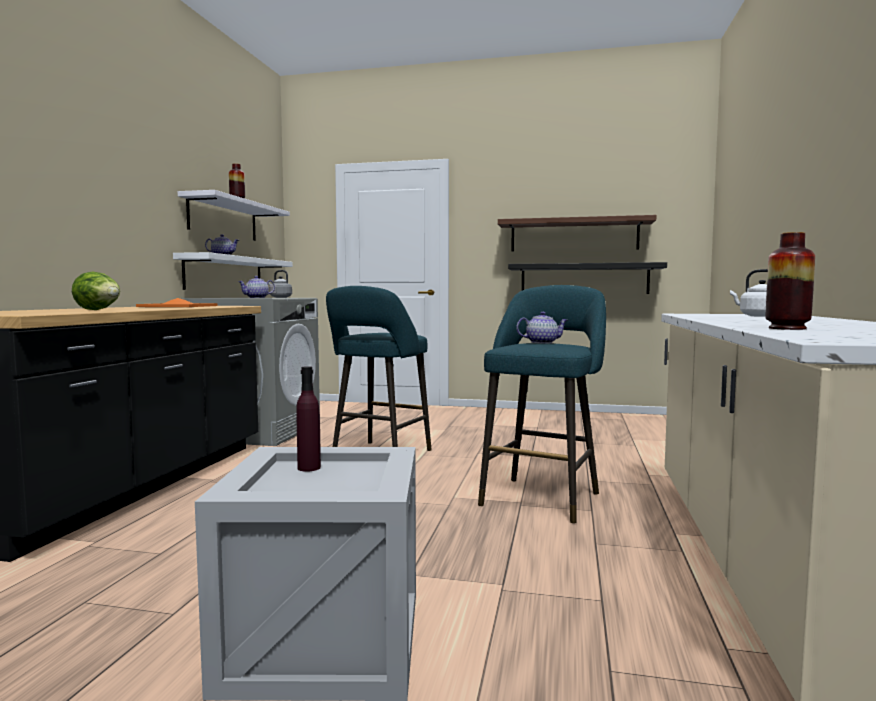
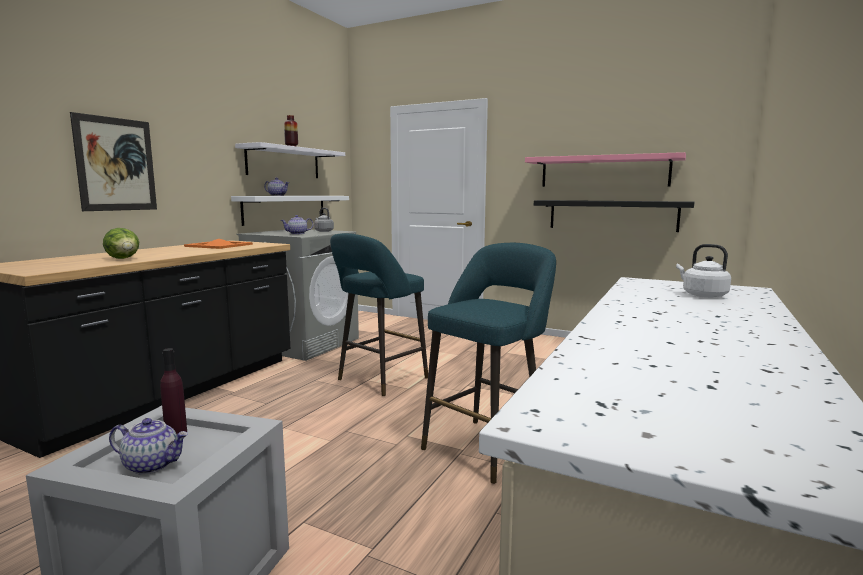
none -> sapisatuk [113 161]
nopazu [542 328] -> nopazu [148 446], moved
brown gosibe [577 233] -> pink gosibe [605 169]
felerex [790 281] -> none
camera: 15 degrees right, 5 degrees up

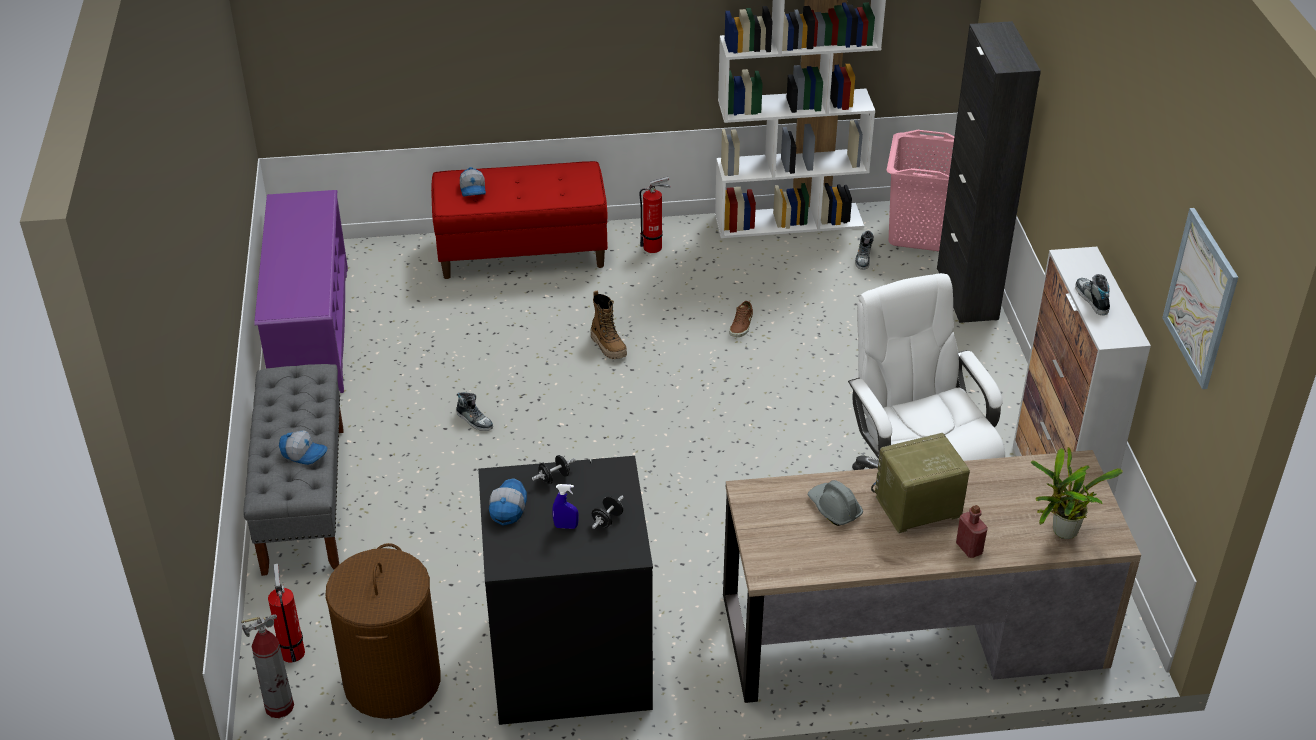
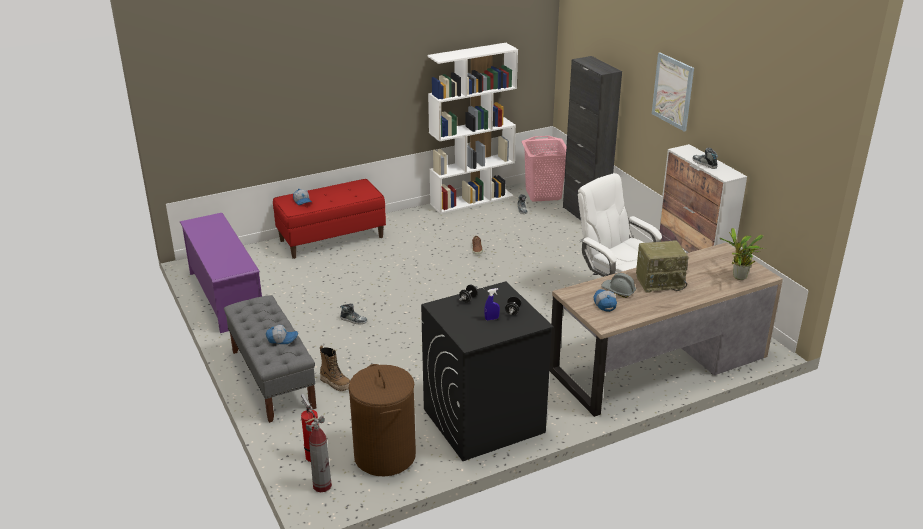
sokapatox [608 324] -> sokapatox [335 368], moved
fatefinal [508 502] -> fatefinal [605 300], moved
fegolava [920 483] -> fegolava [662 266], 150 degrees counterclockwise
sapisatuk [1200 298] -> sapisatuk [673 92], moved
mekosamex [655 215] -> none
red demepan [972 531] -> none
camera: 20 degrees left, 10 degrees down

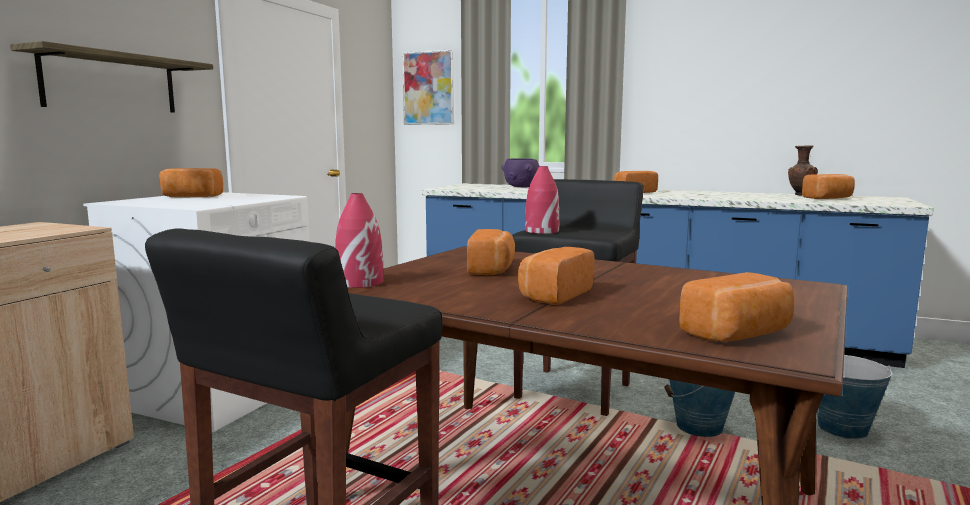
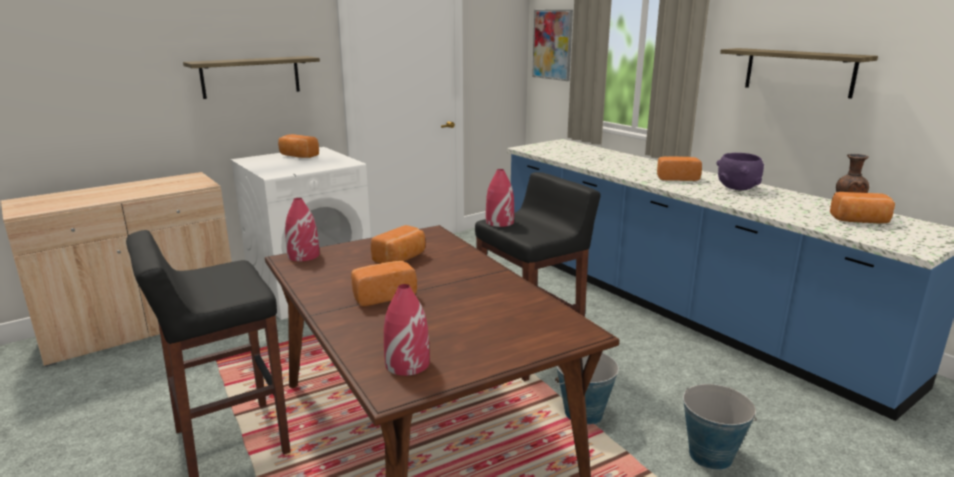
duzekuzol [737 307] -> red felerex [407 330]
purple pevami [520 172] -> purple pevami [740 172], moved
none -> gosibe [799 73]
camera: 30 degrees right, 10 degrees up

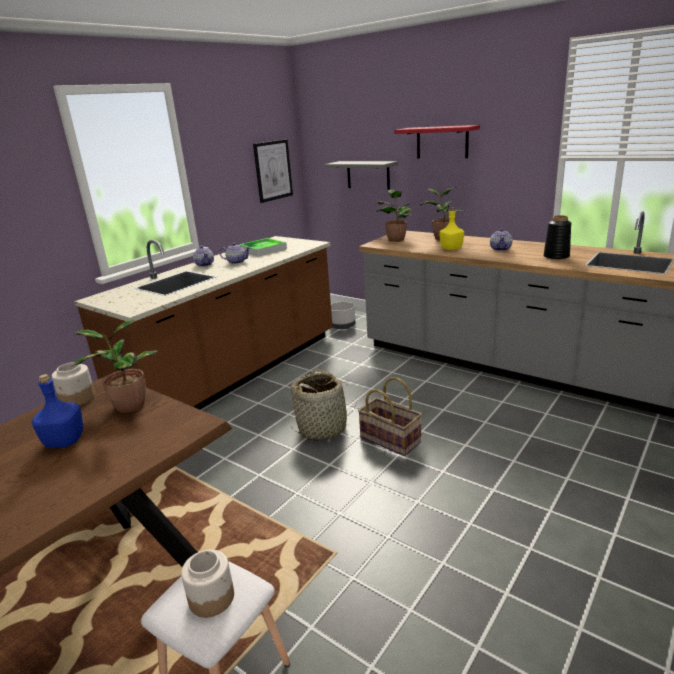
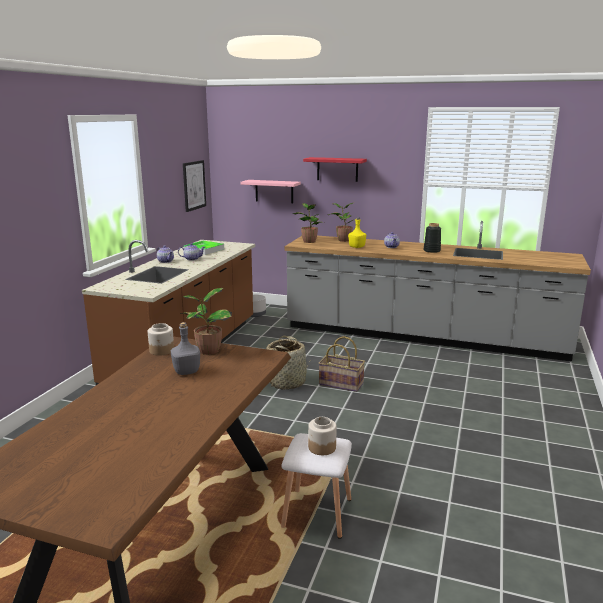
blue demepan [57 411] -> grey demepan [185 348]
grey gosibe [361 175] -> pink gosibe [270 191]
camera: 20 degrees left, 5 degrees down

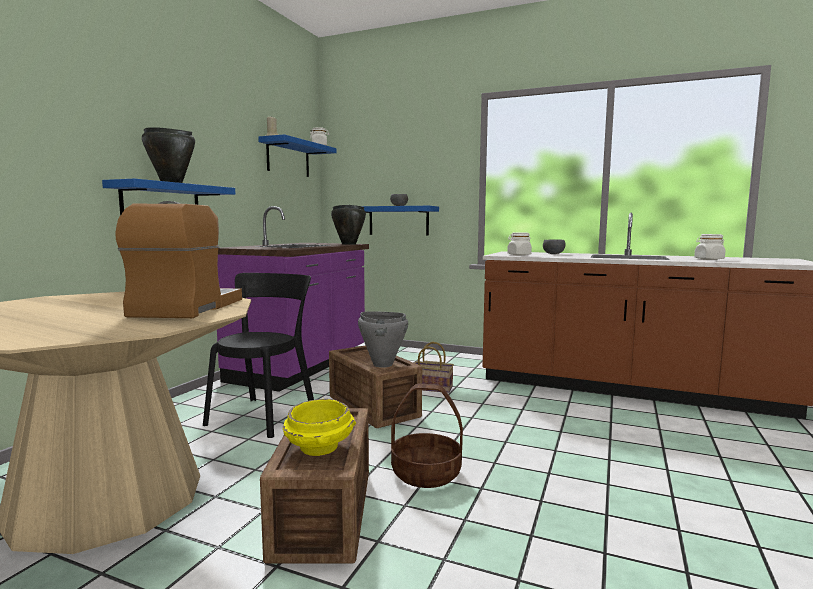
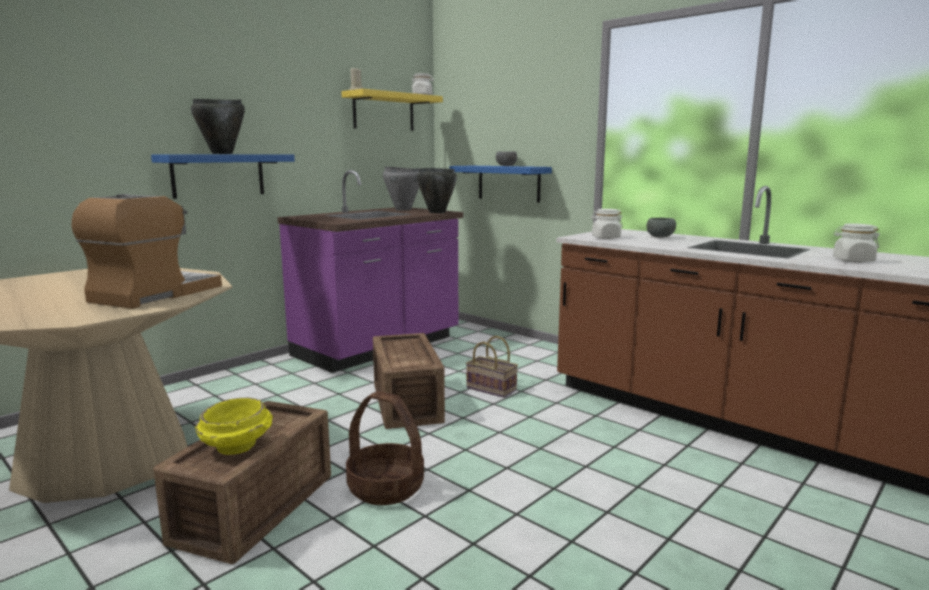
blue gosibe [297 155] -> yellow gosibe [392 110]
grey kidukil [383 339] -> grey kidukil [402 188], moved
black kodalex [258 355] -> none
camera: 20 degrees right, 5 degrees up

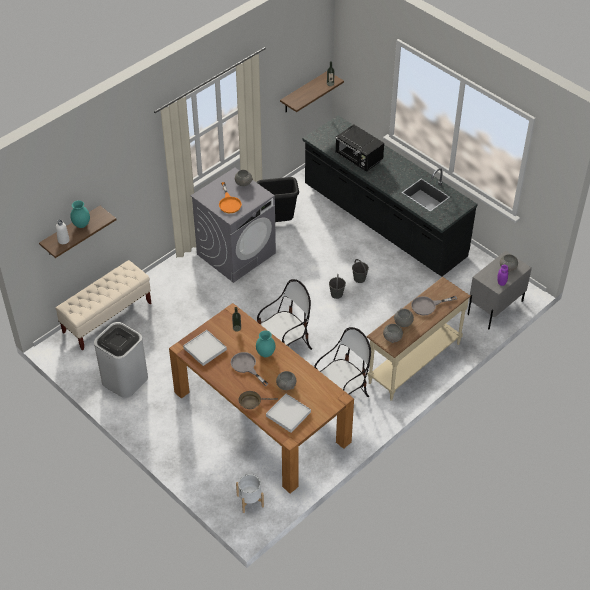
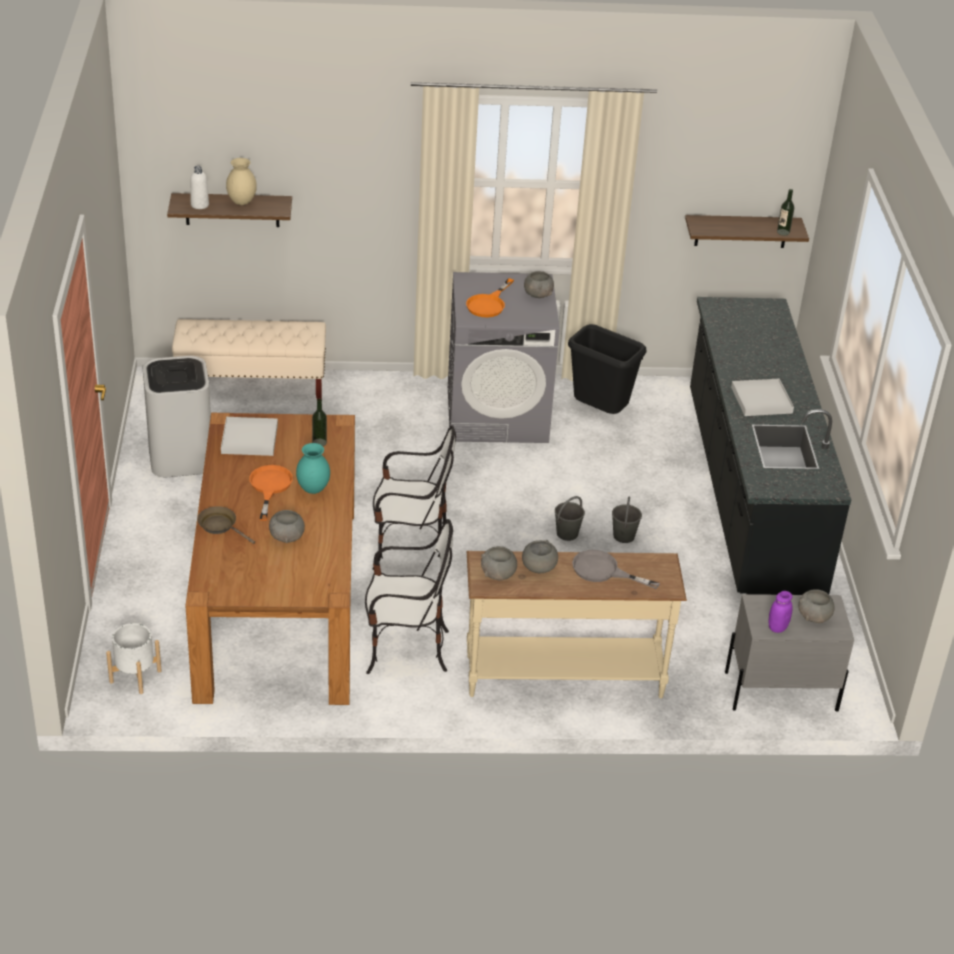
turquoise felerex [80 214] -> beige felerex [241 181]
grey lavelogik [250 369] -> orange lavelogik [271 493]
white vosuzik [288 413] -> white vosuzik [762 397], moved
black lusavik [359 148] -> none
camera: 40 degrees right, 10 degrees down

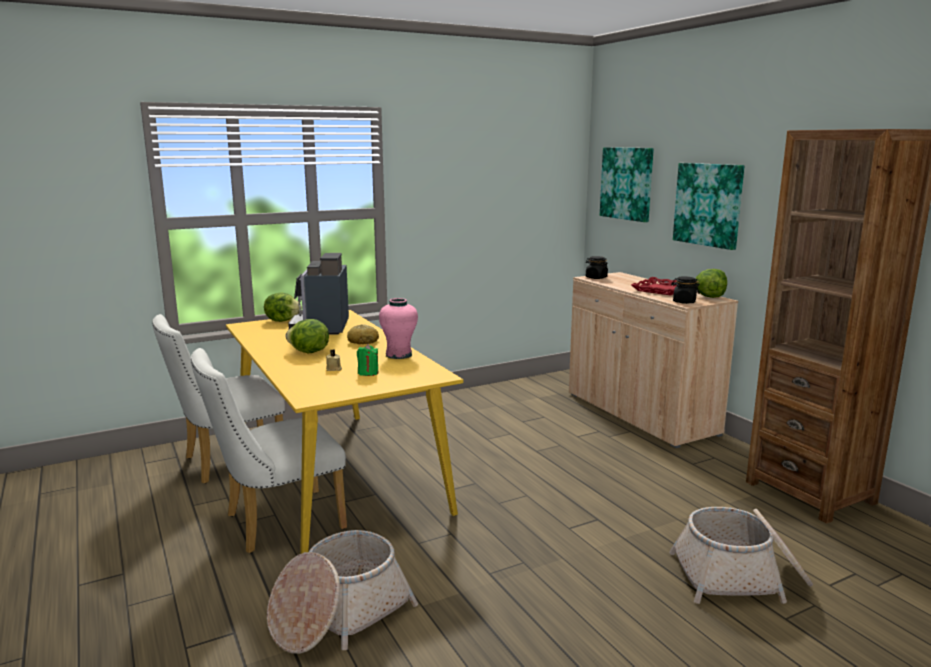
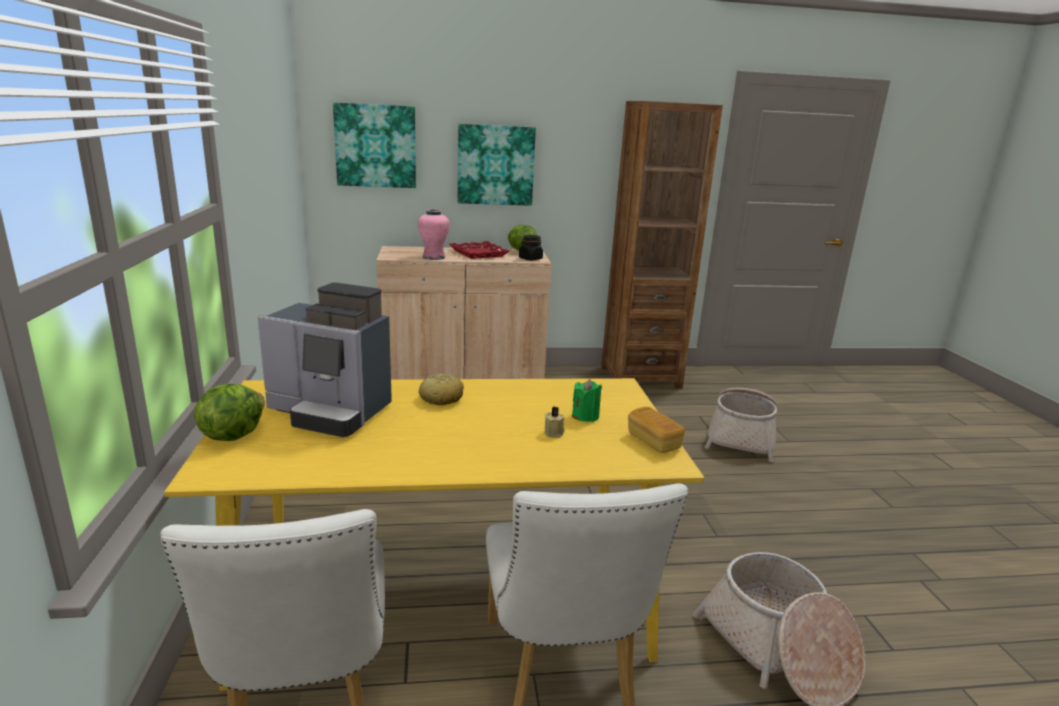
pink felerex [398 328] -> pink felerex [434 234], moved
none -> duzekuzol [656 430]
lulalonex [307 336] -> none
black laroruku [597 267] -> none
camera: 70 degrees left, 5 degrees up

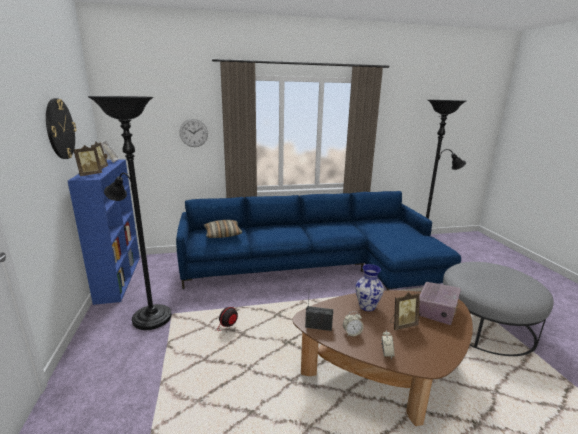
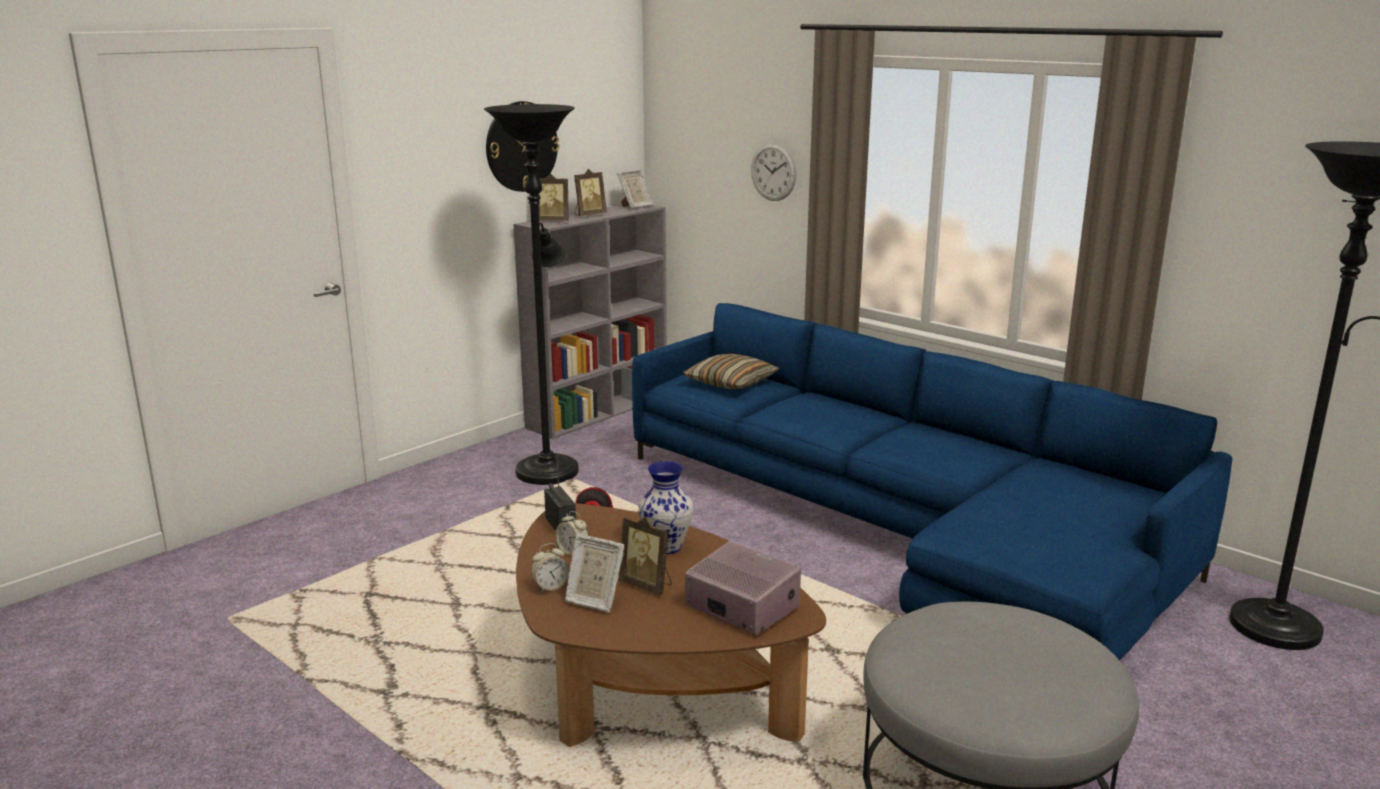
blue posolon [104 232] -> grey posolon [590 322]
none -> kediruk [595 573]
fegolava [440 303] -> fegolava [743 587], 135 degrees counterclockwise
camera: 55 degrees right, 0 degrees up

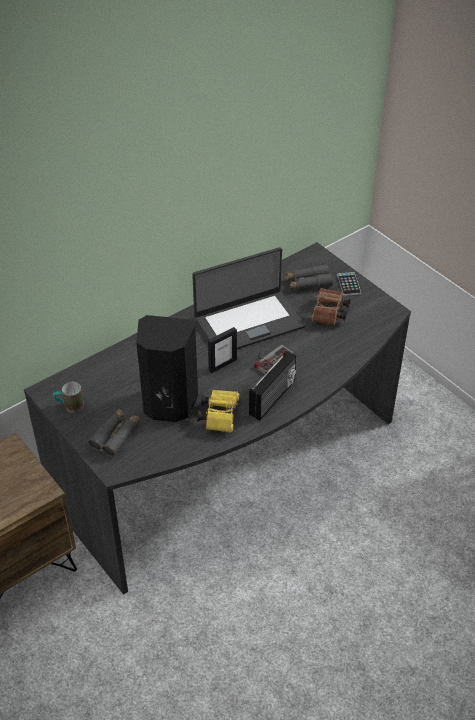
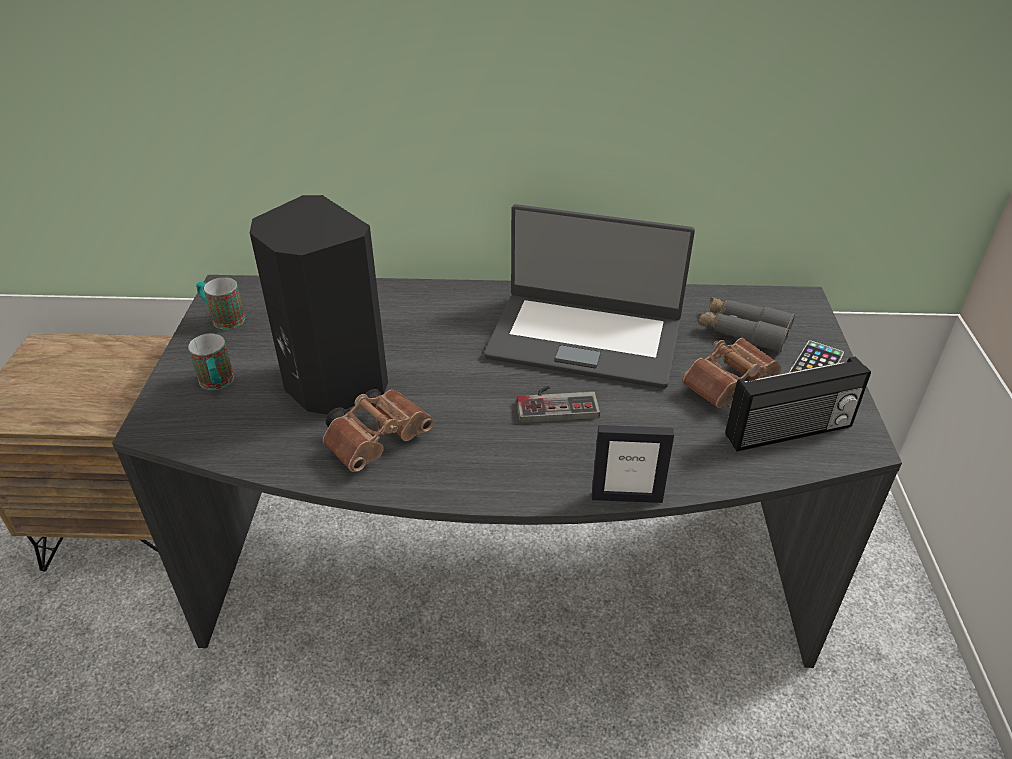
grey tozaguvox [114 432] -> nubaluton [211 362]
yellow tozaguvox [218 411] -> brown tozaguvox [378 430]
kediruk [222 350] -> kediruk [633 464], moved
fegolava [272 386] -> fegolava [798 404], moved
camera: 40 degrees right, 5 degrees down

